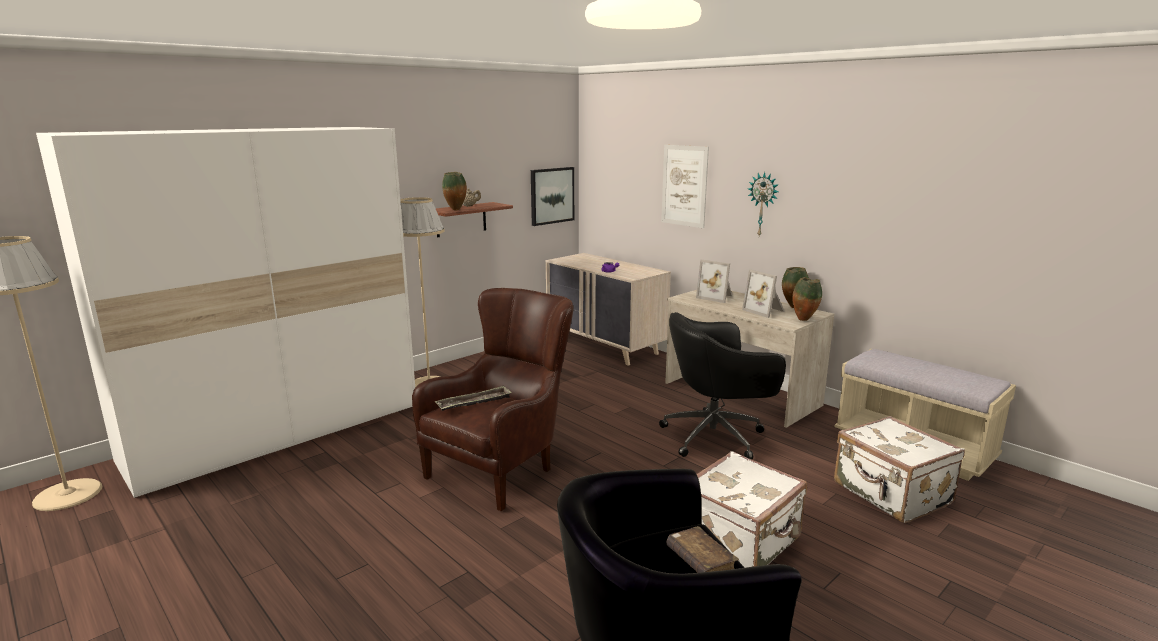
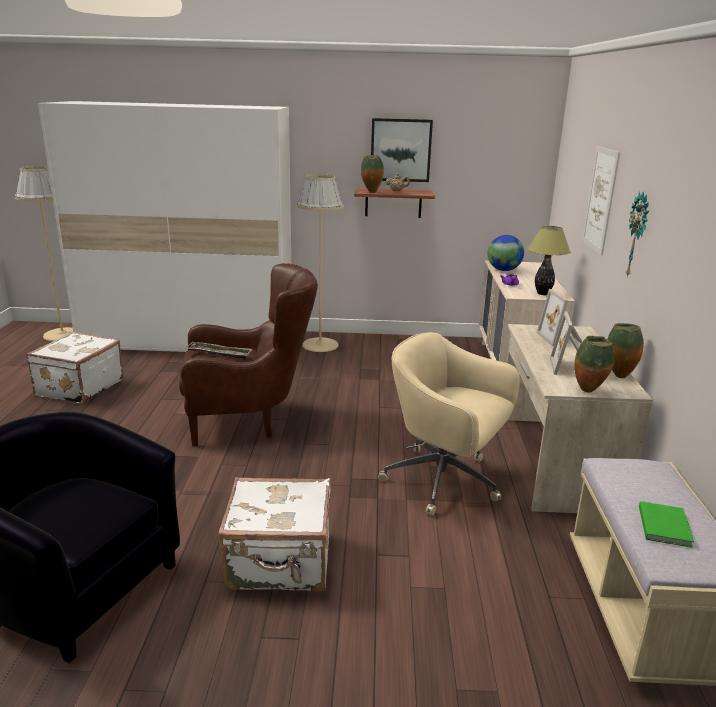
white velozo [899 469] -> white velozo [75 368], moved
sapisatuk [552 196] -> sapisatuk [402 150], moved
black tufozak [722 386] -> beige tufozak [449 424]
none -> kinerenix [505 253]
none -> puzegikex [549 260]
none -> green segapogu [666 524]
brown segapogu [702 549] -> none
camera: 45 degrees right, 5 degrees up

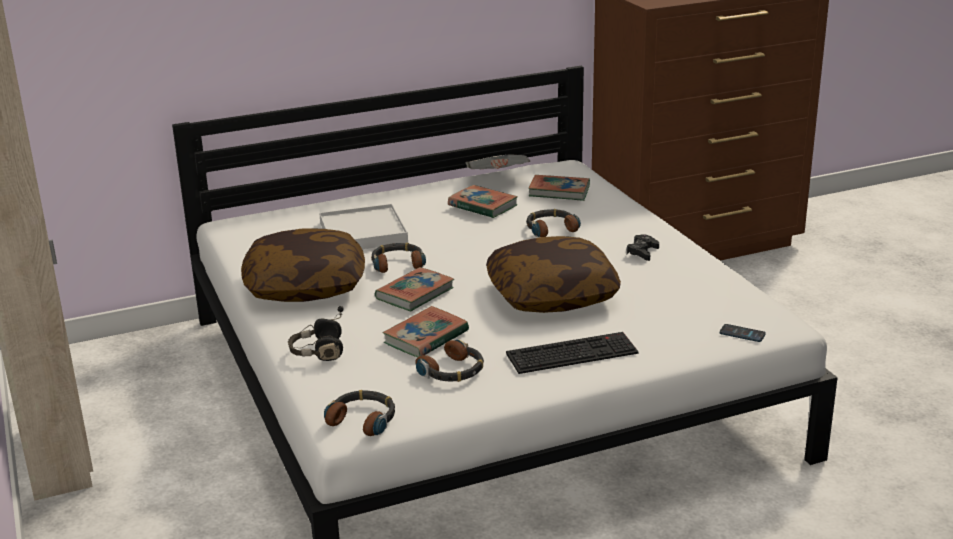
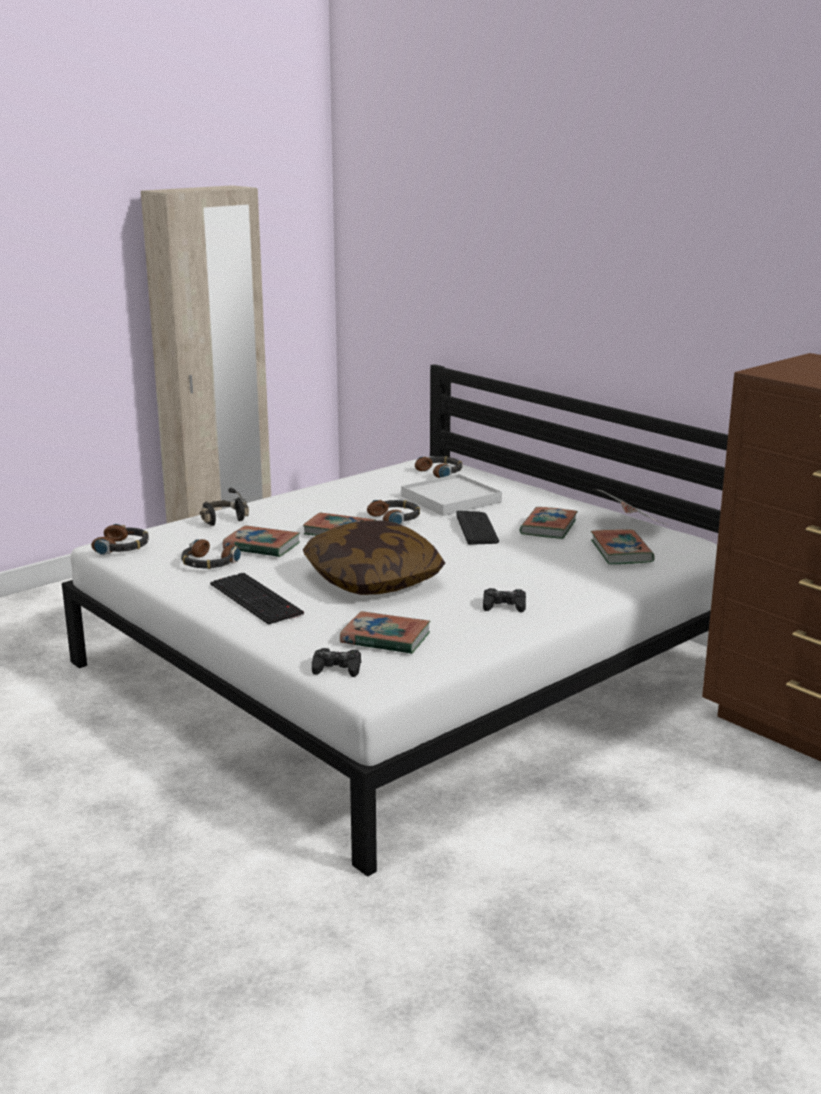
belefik [743 333] -> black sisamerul [336 662]
none -> segapogu [385 632]
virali [553 223] -> virali [438 467], moved
none -> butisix [477 528]
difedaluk [303 265] -> none
camera: 70 degrees right, 5 degrees down

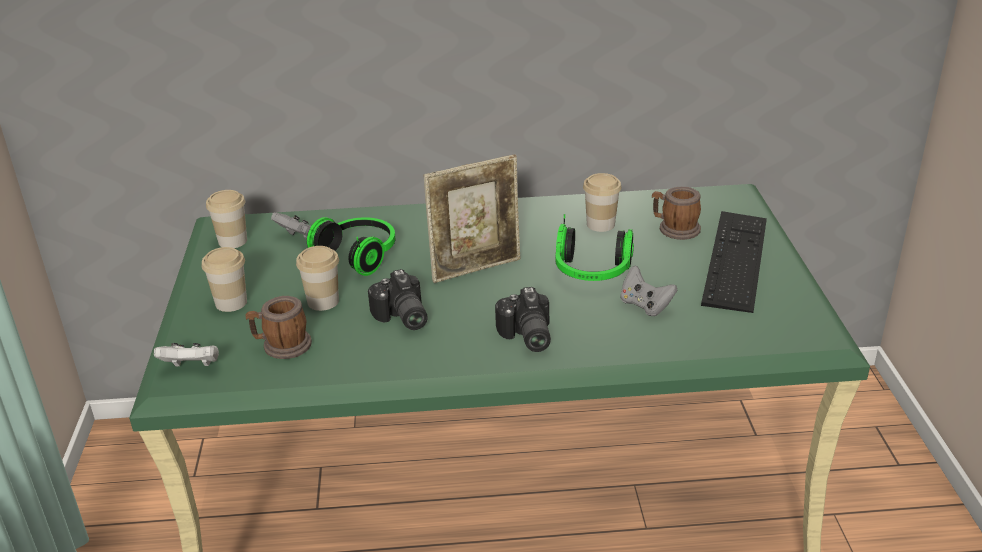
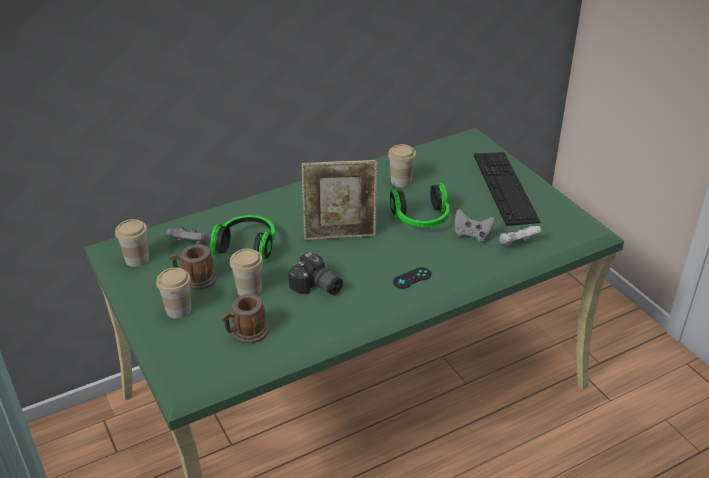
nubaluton [676 213] -> nubaluton [193 267], moved
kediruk [472 218] -> kediruk [340 200], 45 degrees clockwise
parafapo [523 319] -> black sisamerul [412 278]
white sisamerul [186 355] -> white sisamerul [520 236], moved
camera: 25 degrees left, 5 degrees up

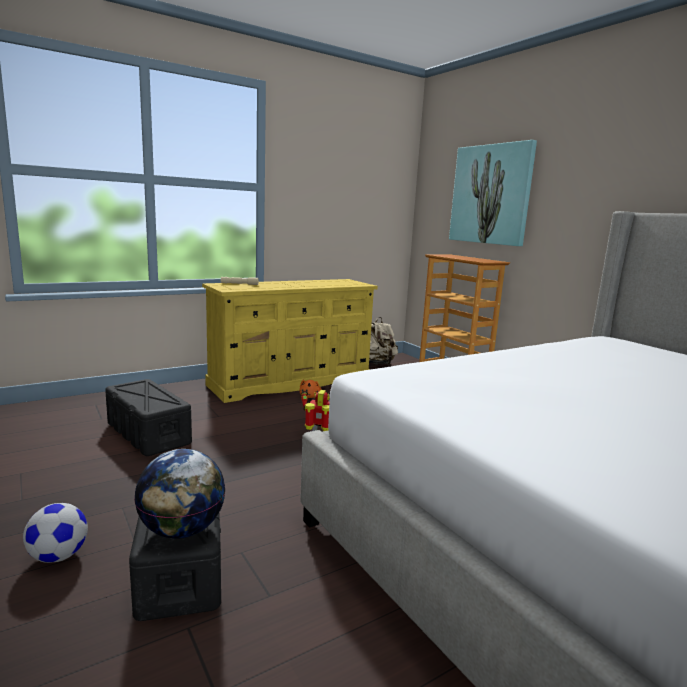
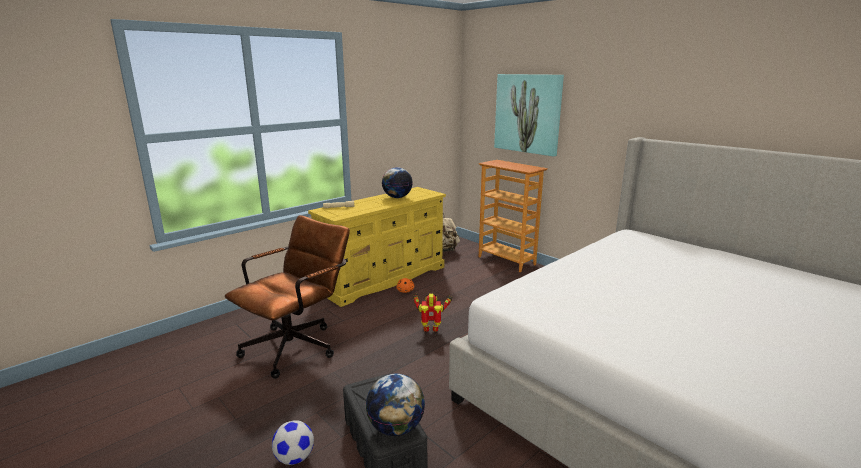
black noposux [148 417] -> brown tufozak [287 297]
none -> kinerenix [397 182]
camera: 10 degrees left, 5 degrees up

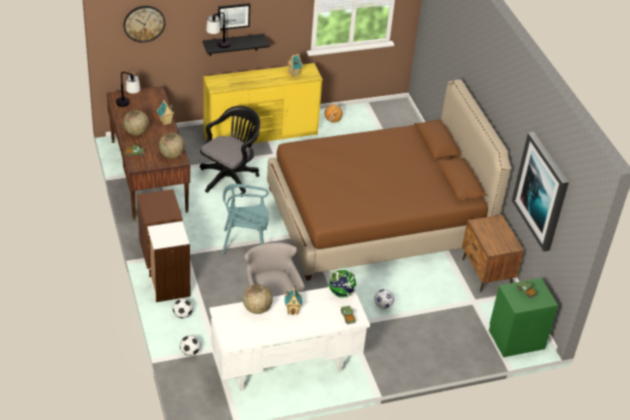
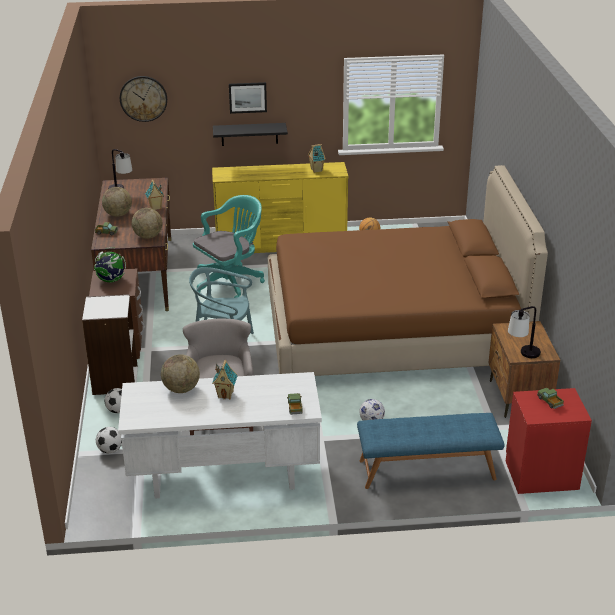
kinerenix [342 282] -> kinerenix [110 264], moved
black tufozak [230 151] -> turquoise tufozak [229 246]
none -> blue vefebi [431 451]
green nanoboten [523 317] -> red nanoboten [549 441]
puzegikex [218 30] -> puzegikex [524 332], moved
sapisatuk [540 191] -> none
camera: 15 degrees right, 10 degrees down

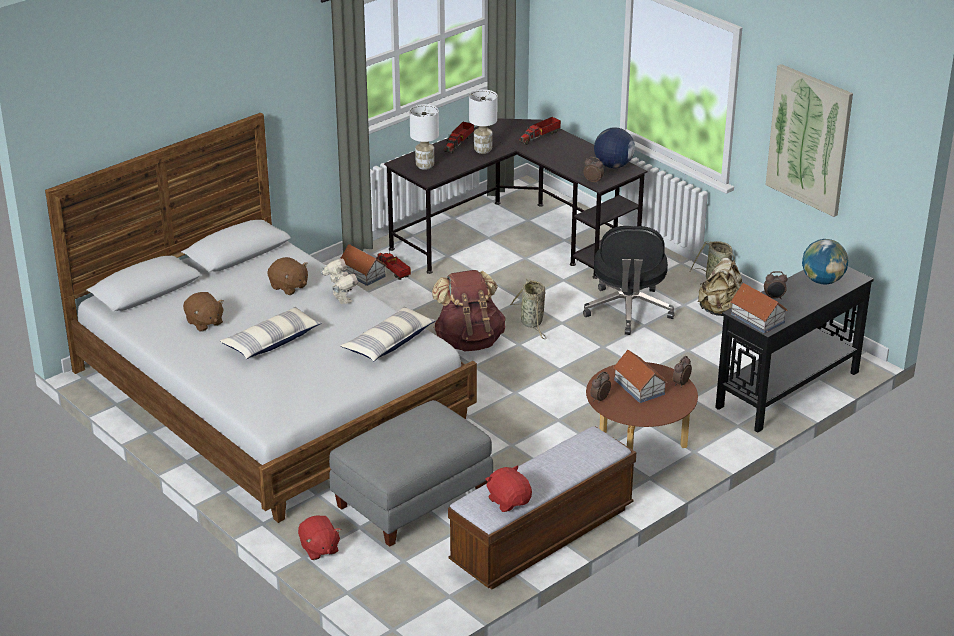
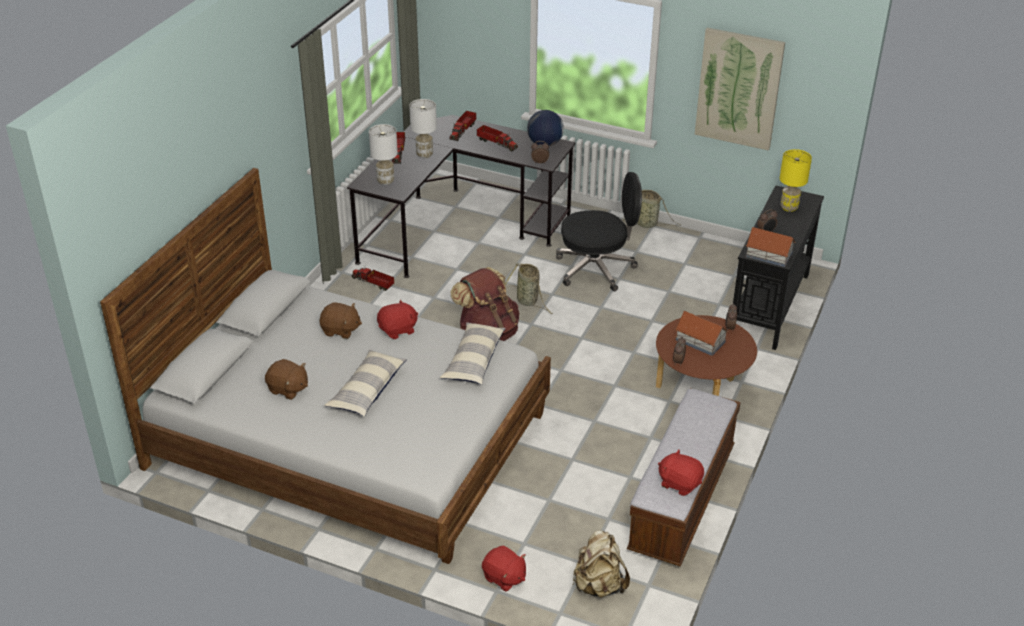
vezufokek [339 281] -> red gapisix [397 319]
none -> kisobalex [497 138]
black tufozak [629 280] -> black tufozak [599 231], 75 degrees counterclockwise
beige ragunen [719 287] -> beige ragunen [601 564], moved
kinerenix [825 262] -> yellow puzegikex [796 180]
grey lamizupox [411 473] -> none
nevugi [363 265] -> none
camera: 25 degrees left, 5 degrees up

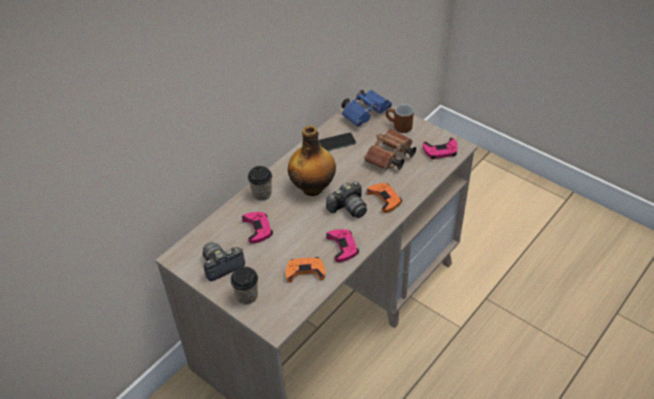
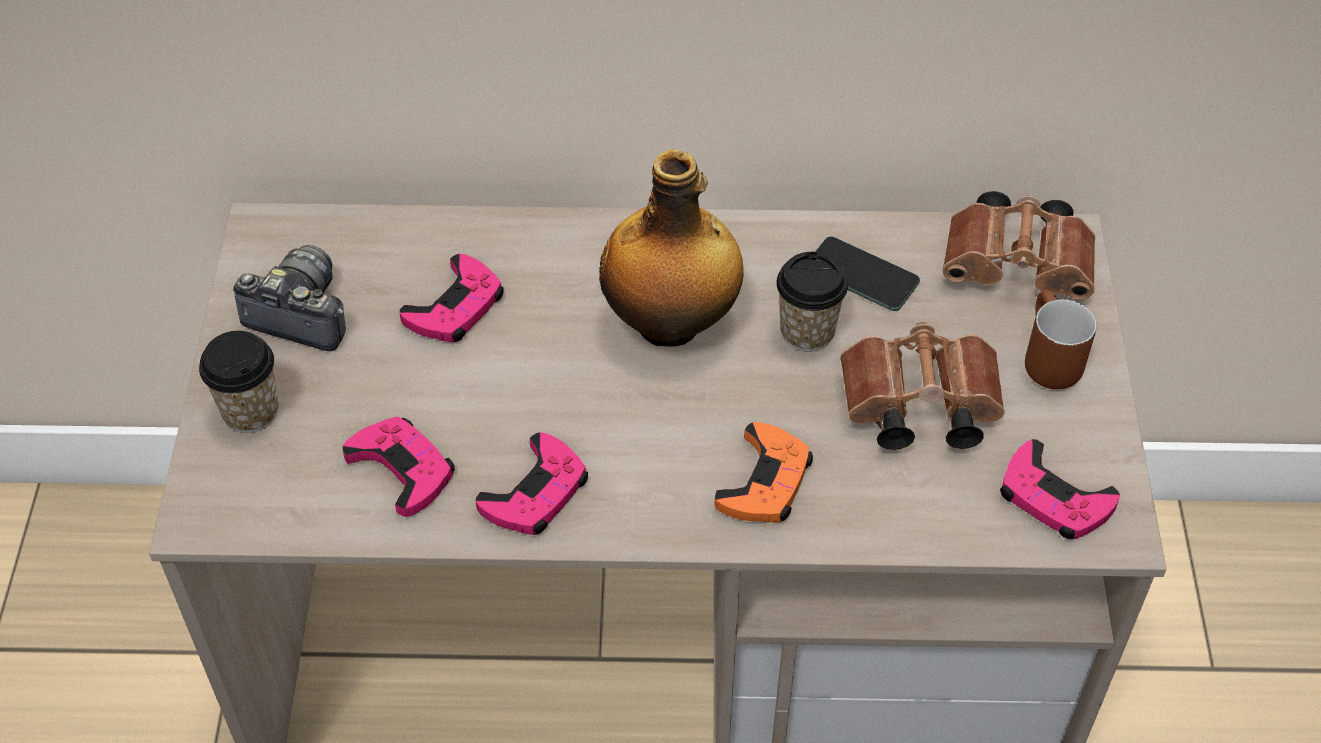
orange sisamerul [305 270] -> pink sisamerul [399 467]
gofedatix [260 183] -> gofedatix [812 302], moved
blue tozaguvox [367 108] -> brown tozaguvox [1018 245]
parafapo [346 199] -> none
camera: 50 degrees right, 5 degrees up

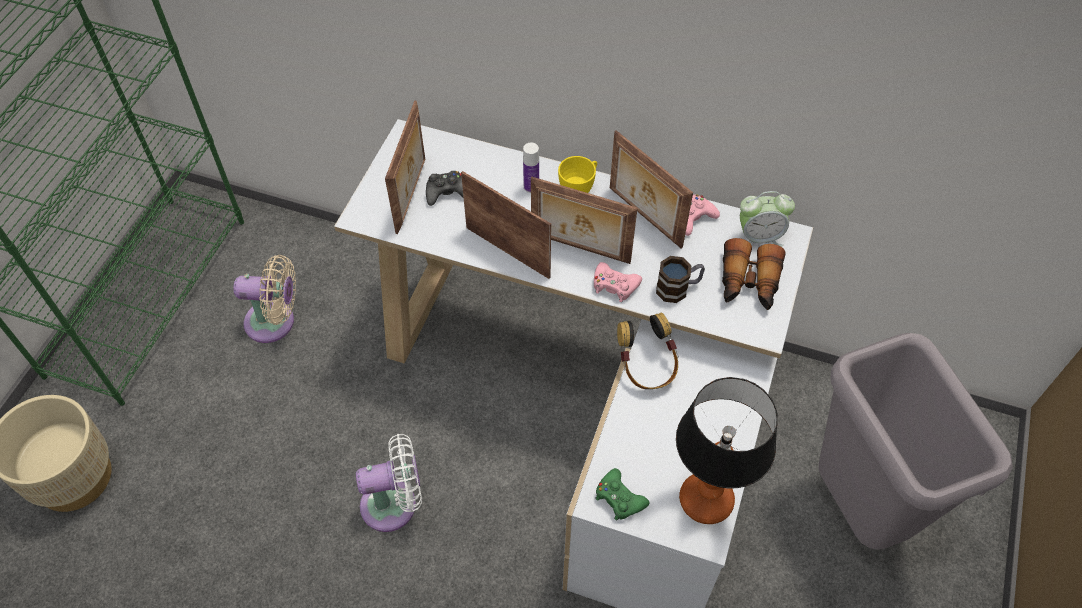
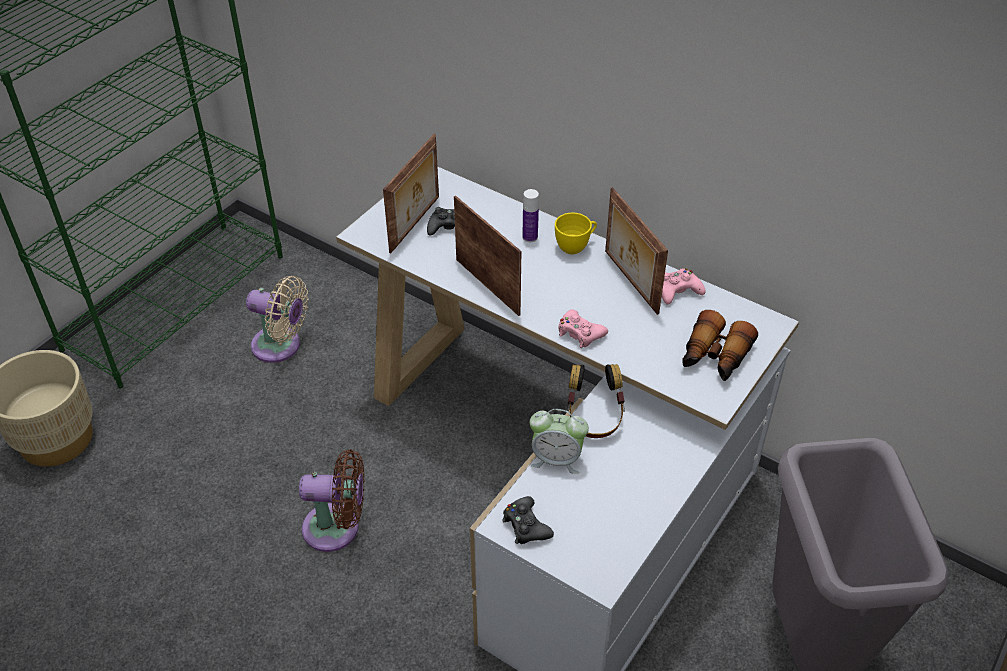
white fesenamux [389 483] -> brown fesenamux [331 501]
green sisamerul [622 494] -> black sisamerul [528 520]
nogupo [767 219] -> nogupo [559 441], moved
kediruk [584 220] -> none
nubaluton [680 279] -> none
puzegikex [727 450] -> none
camera: 15 degrees right, 10 degrees down

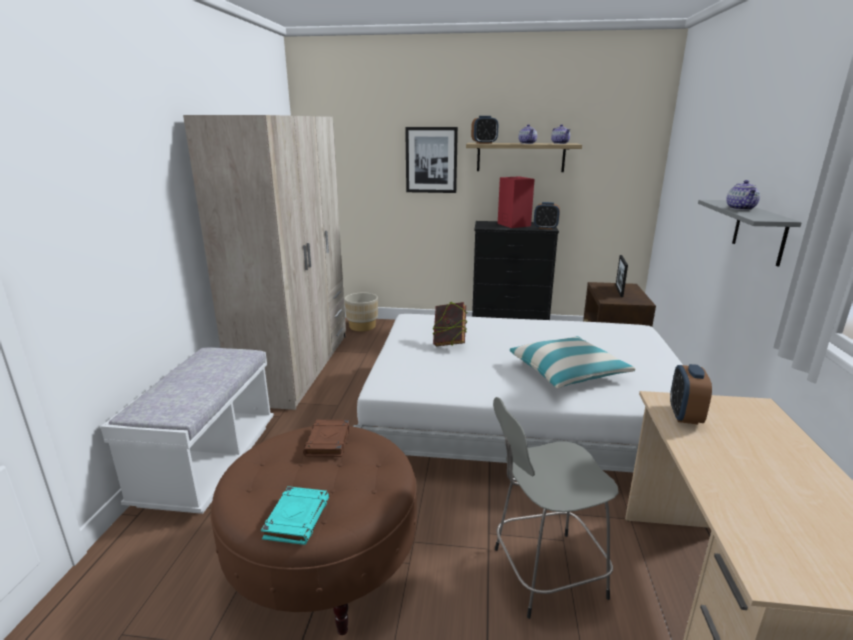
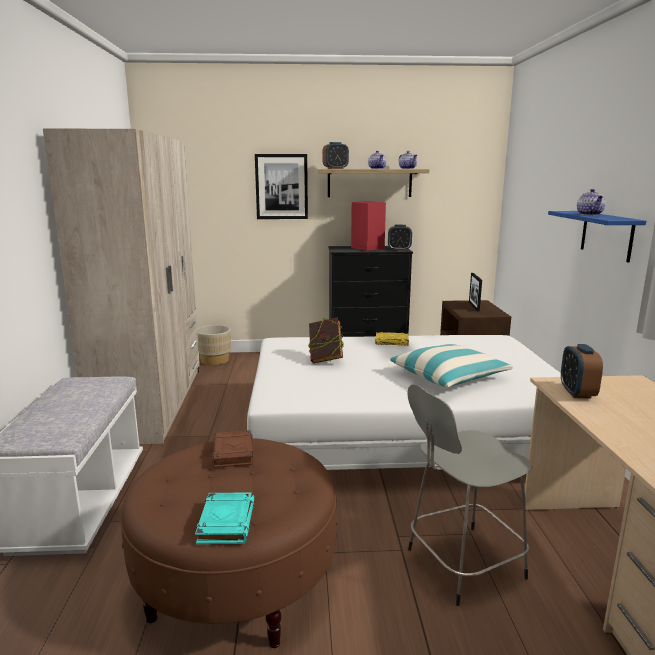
none -> yellow segapogu [392 339]
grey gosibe [750 233] -> blue gosibe [597 237]
camera: 10 degrees left, 5 degrees down

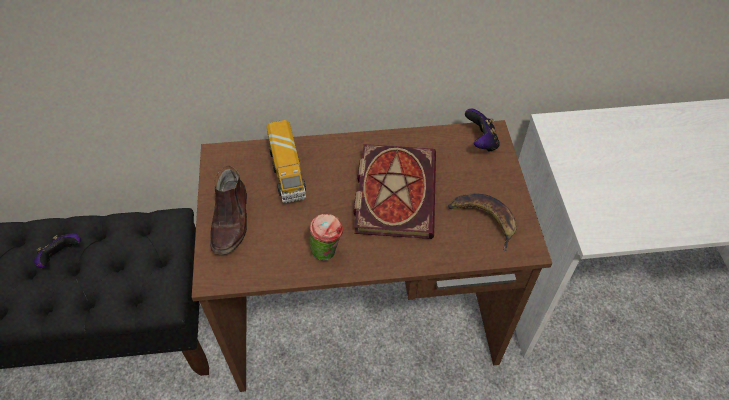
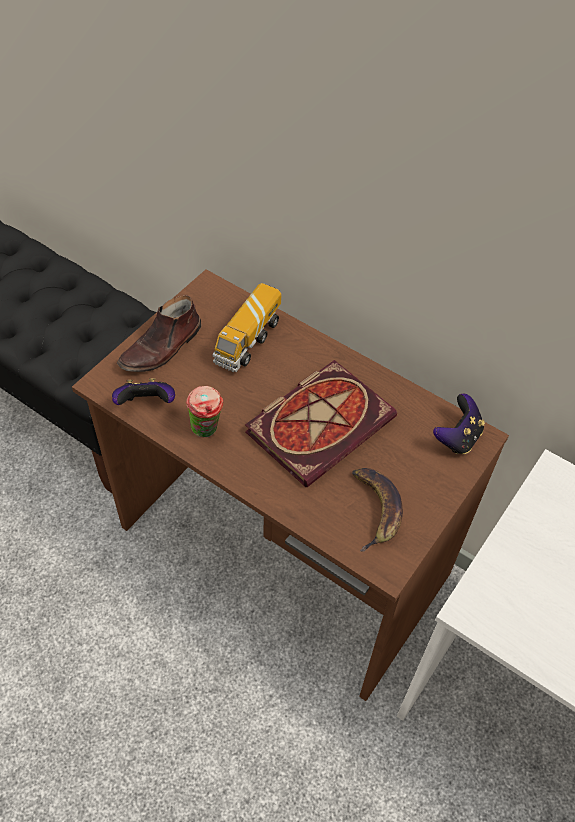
sisamerul [57 250] -> sisamerul [143 391], moved
camera: 40 degrees right, 0 degrees up

